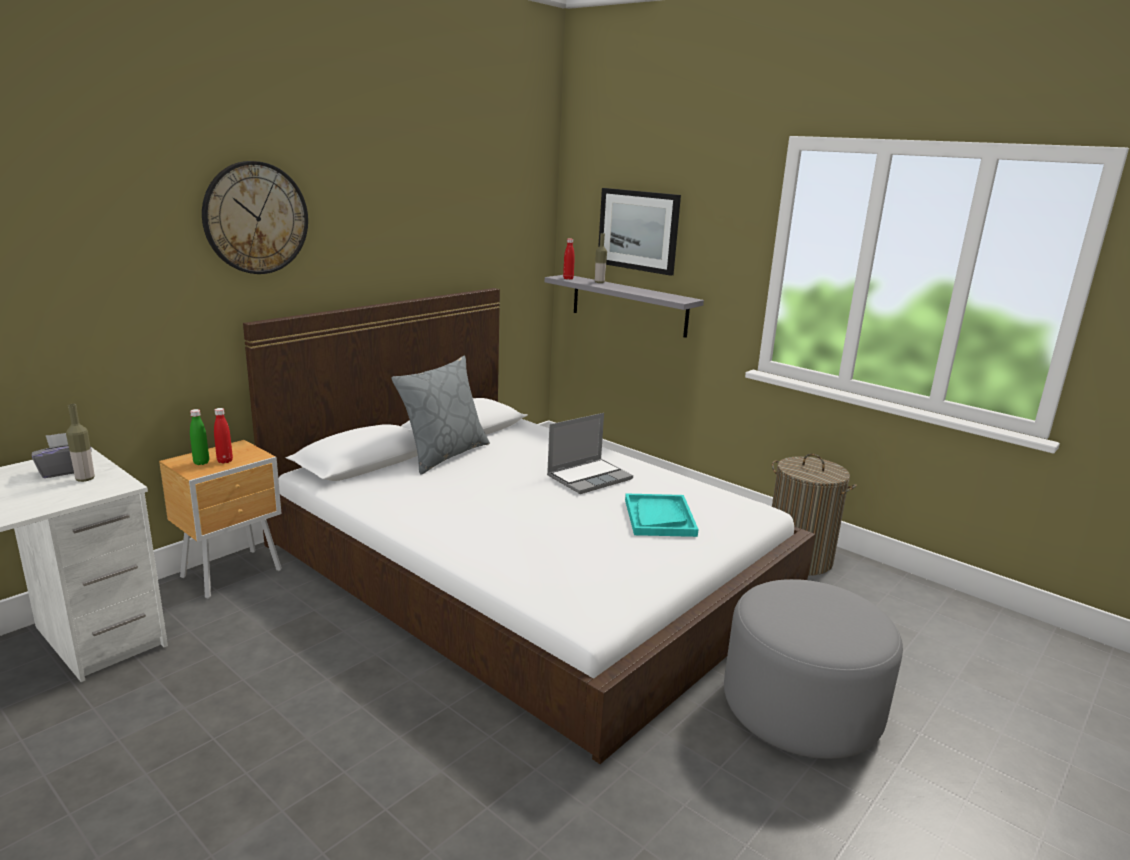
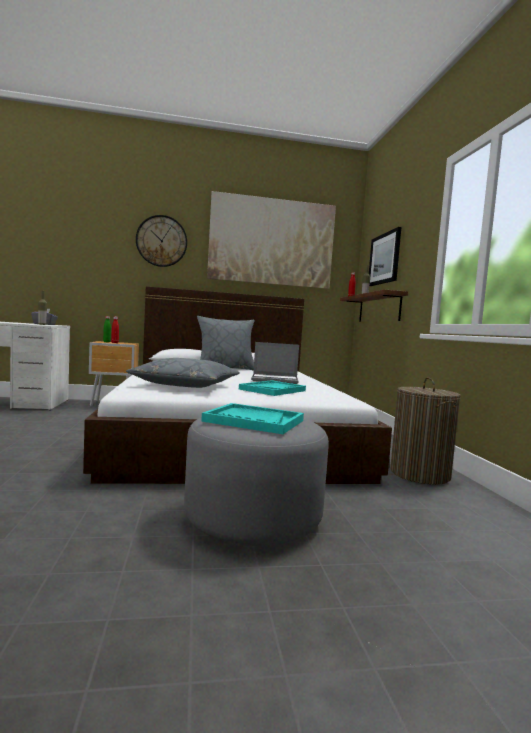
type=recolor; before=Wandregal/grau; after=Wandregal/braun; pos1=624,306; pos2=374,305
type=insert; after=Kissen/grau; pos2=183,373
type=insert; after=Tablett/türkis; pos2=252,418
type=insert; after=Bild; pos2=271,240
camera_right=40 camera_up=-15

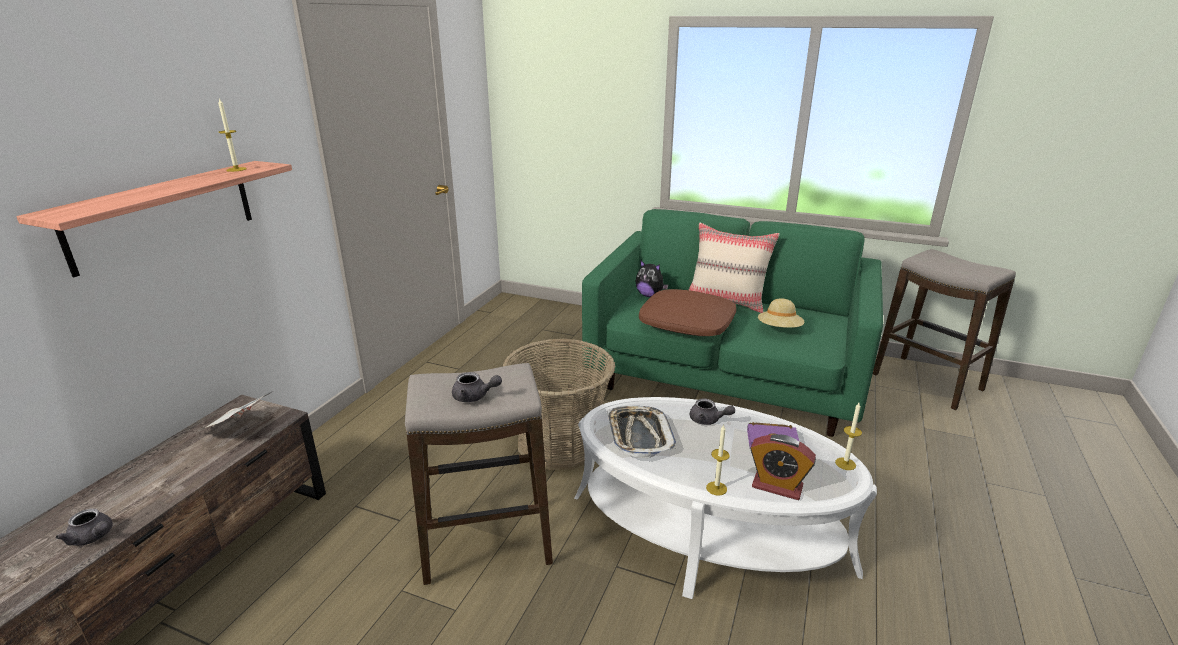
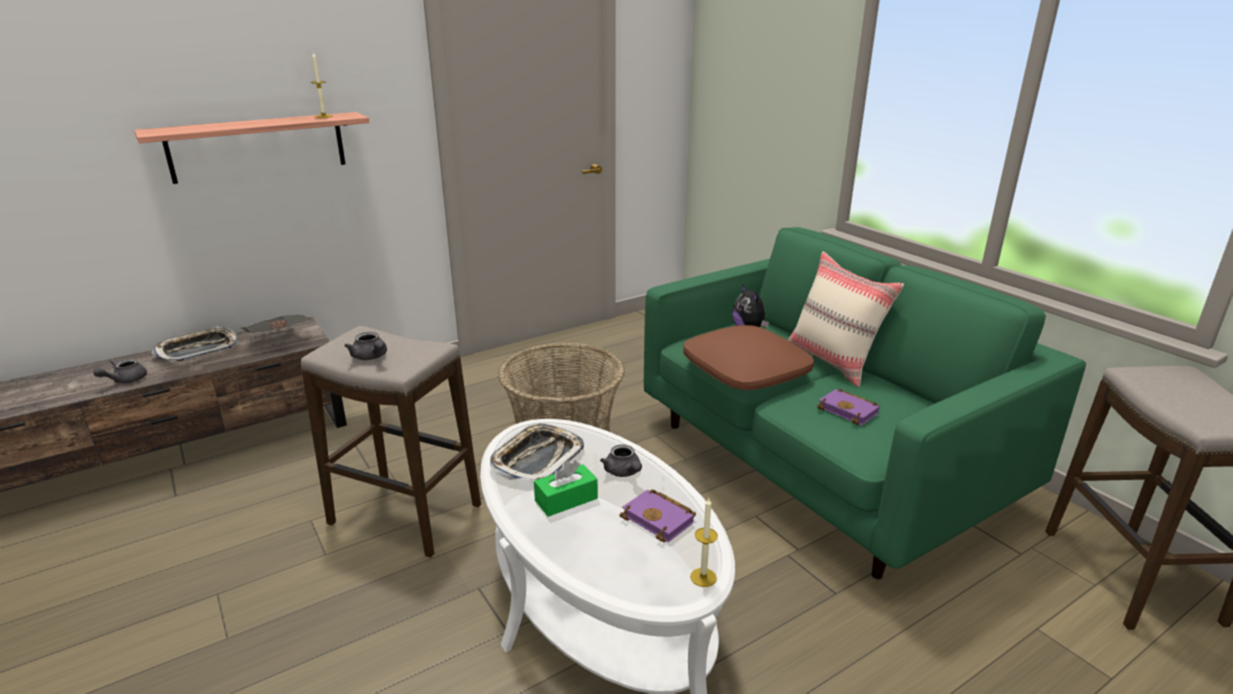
type=rotate; before=Teekanne/grau; pos1=84,527; pos2=120,371; turn=60
type=delete; before=Kerze; pos1=718,460
type=delete; before=Wecker; pos1=783,467
type=replace; before=Hut/beige; after=Buch/lila; pos1=781,313; pos2=848,407
type=insert; after=Tablett; pos2=195,344
type=insert; after=Taschentuchbox/grün; pos2=566,488
camera_right=35 camera_up=0

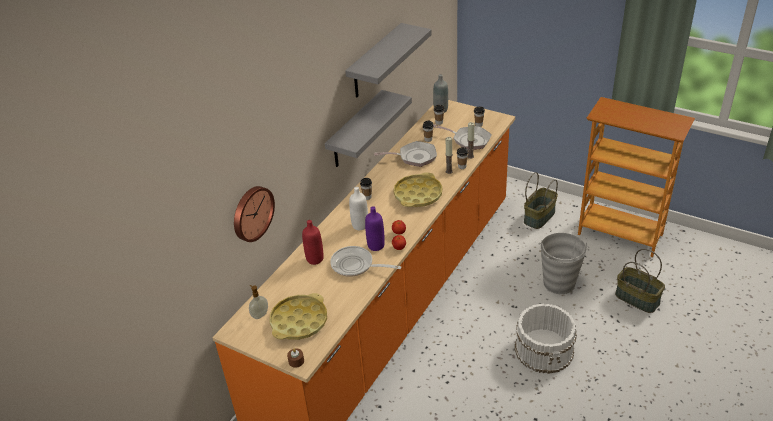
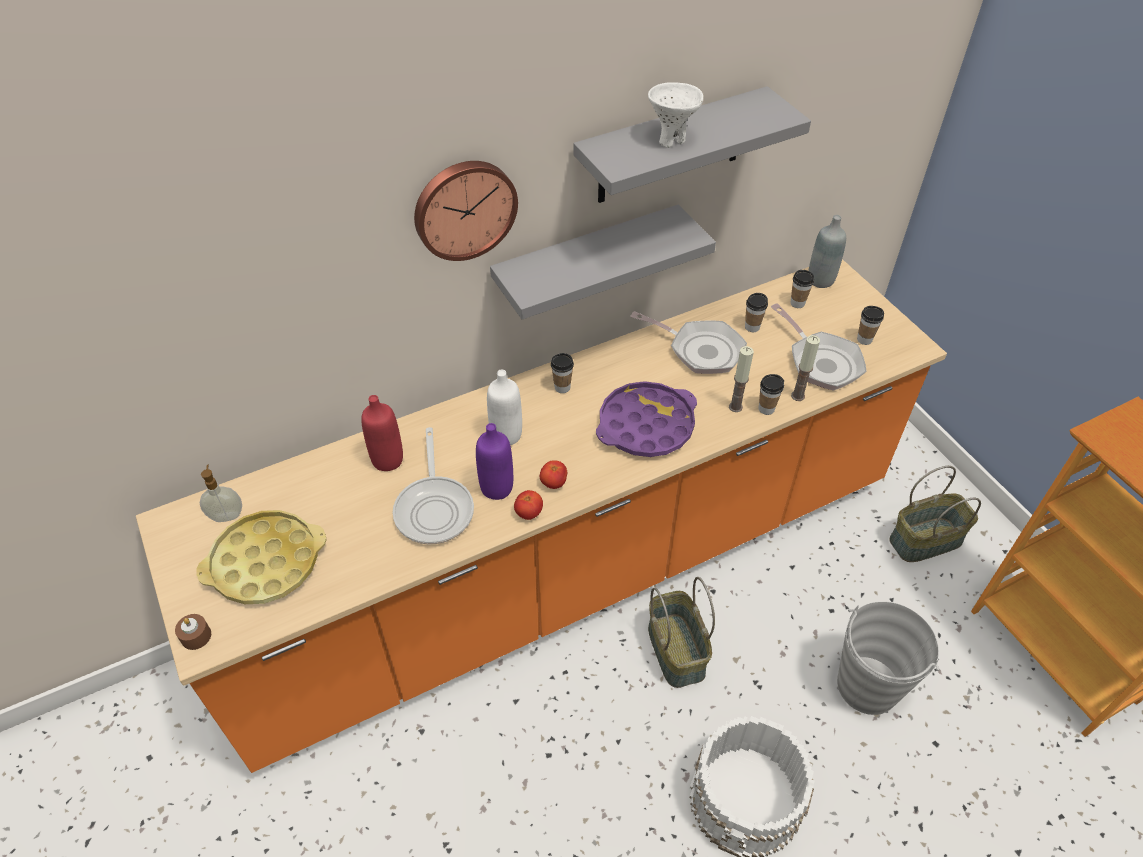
type=move; before=Wanduhr; pos1=254,214; pos2=466,211
type=rotate; before=Pfanne; pos1=365,261; pos2=433,485; turn=-150
type=recolor; before=Tablett/gelb; after=Tablett/lila; pos1=418,189; pos2=646,419
type=move; before=Korb; pos1=640,281; pos2=681,632
type=insert; after=Schüssel/weiß; pos2=675,114
camera_right=30 camera_up=10

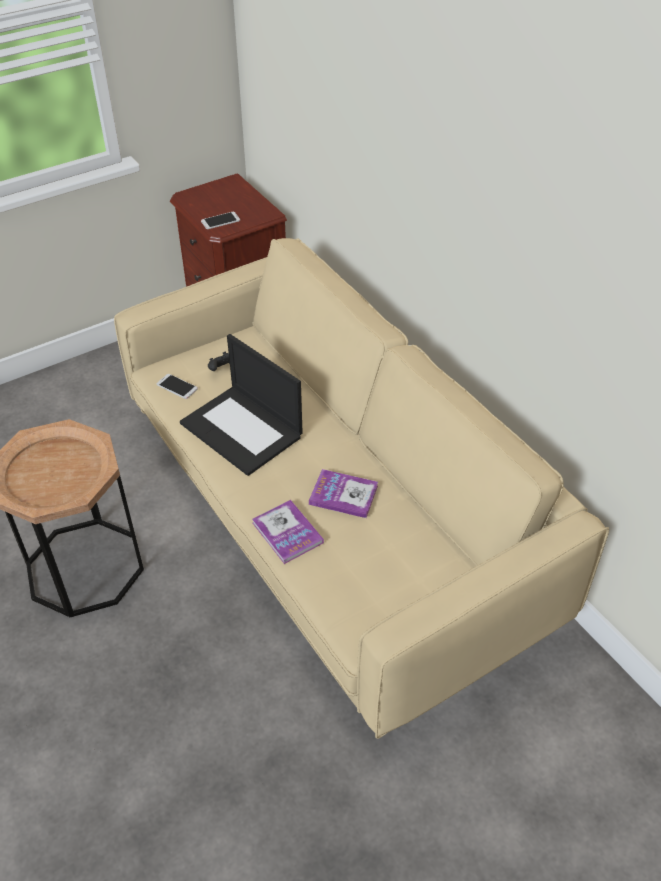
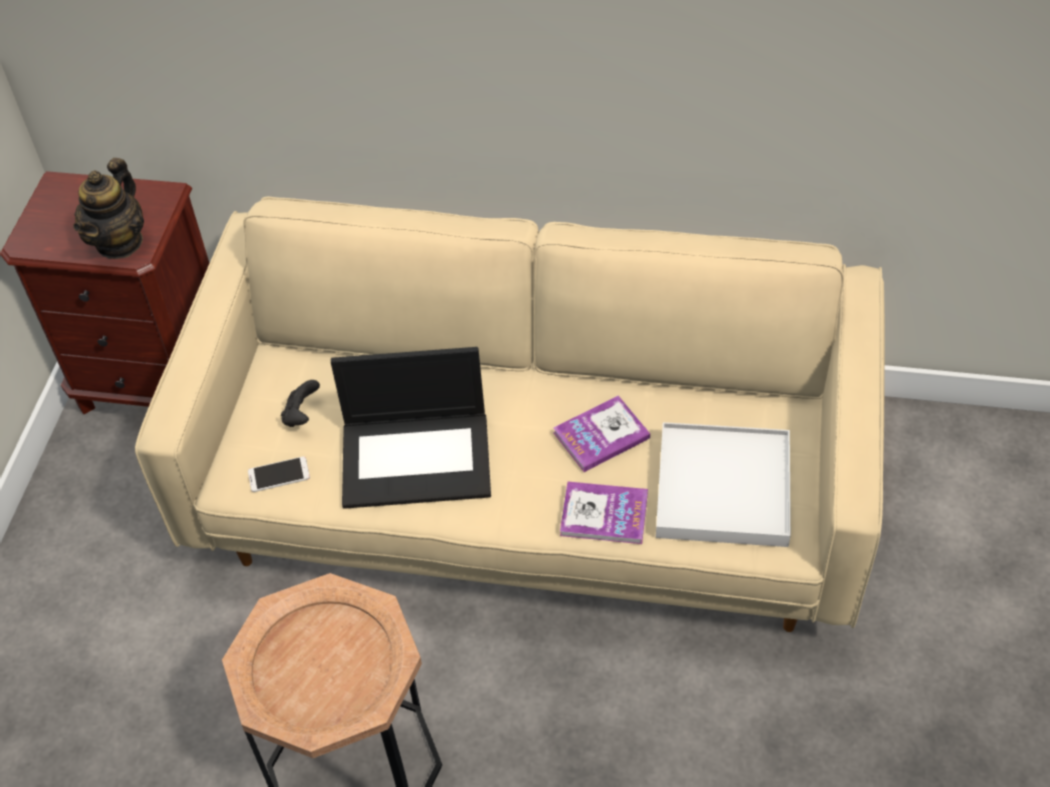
type=replace; before=Handy; after=Teekanne; pos1=220,220; pos2=108,208
type=insert; after=Tablett/weiß; pos2=723,484
camera_right=-45 camera_up=5

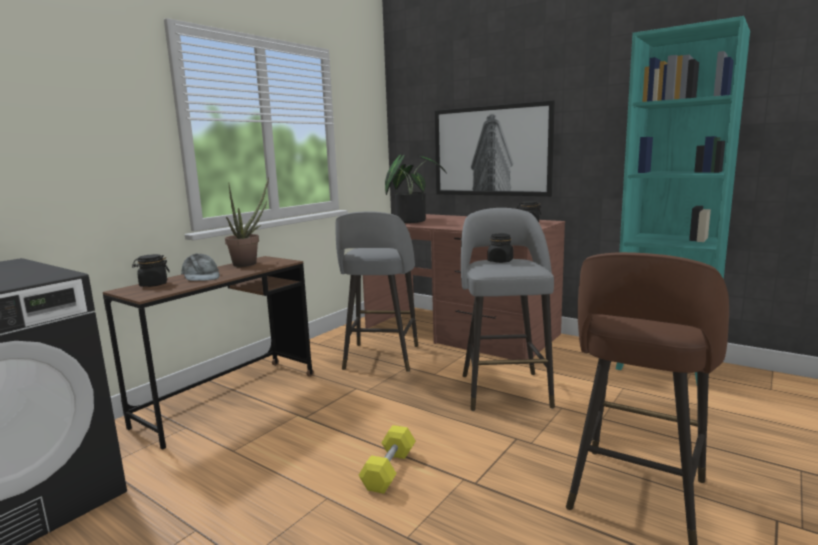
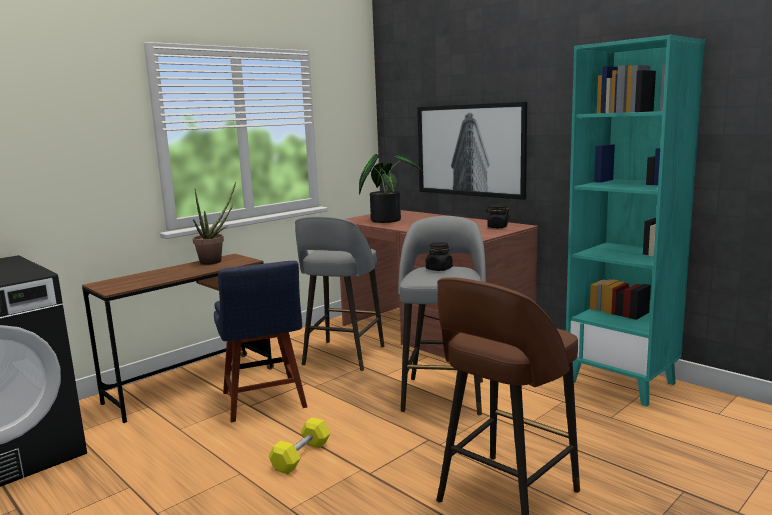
type=delete; before=Vorratsglas/schwarz; pos1=151,270
type=delete; before=Kappe/grau; pos1=200,267
type=insert; after=Stuhl/blau; pos2=260,341
camera_right=10 camera_up=0

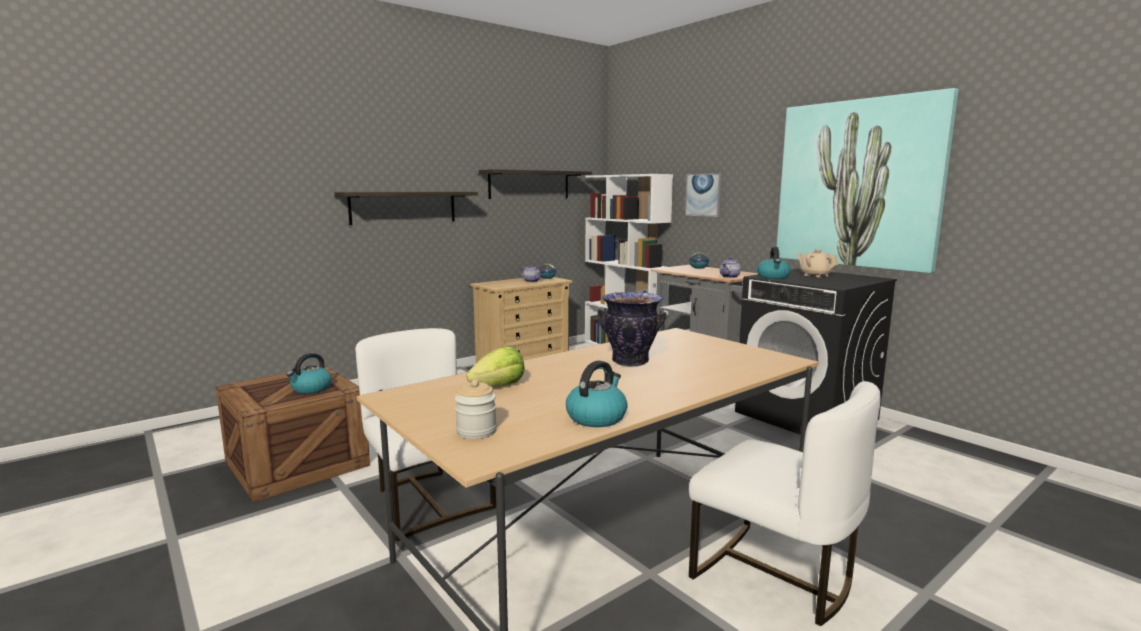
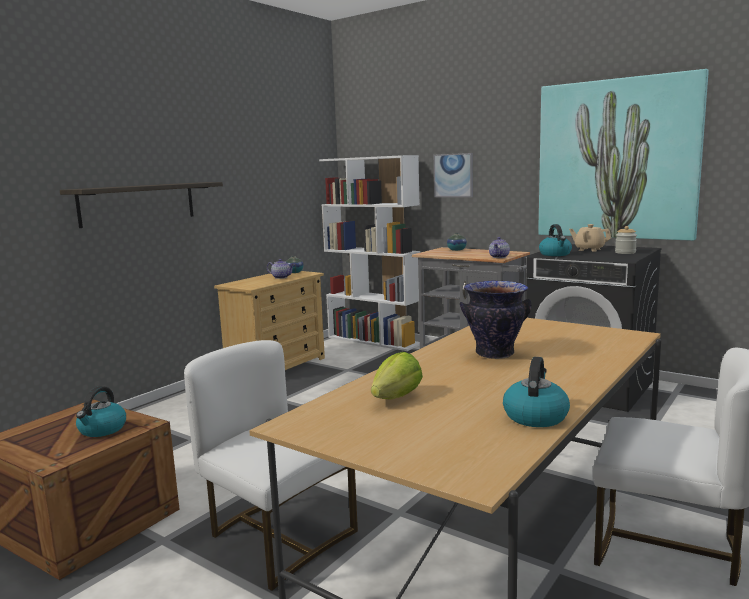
type=move; before=Vorratsglas; pos1=476,409; pos2=626,240
type=delete; before=Wandregal; pos1=535,184
camera_right=-15 camera_up=0

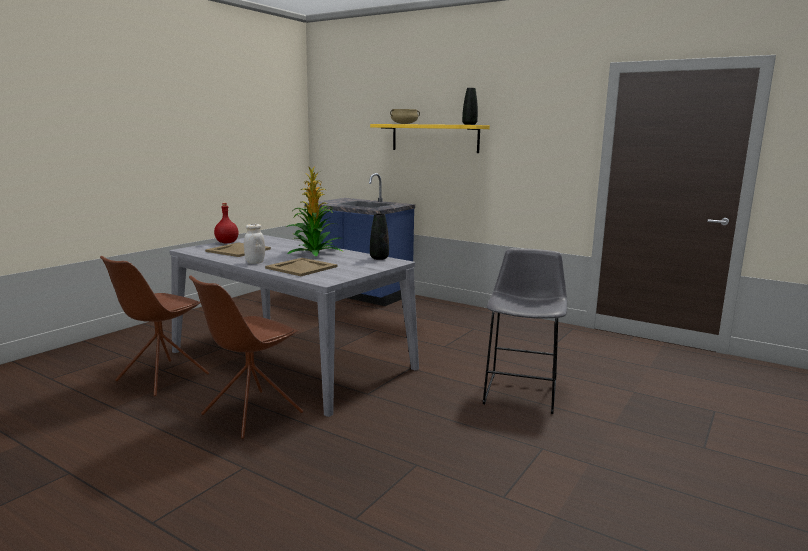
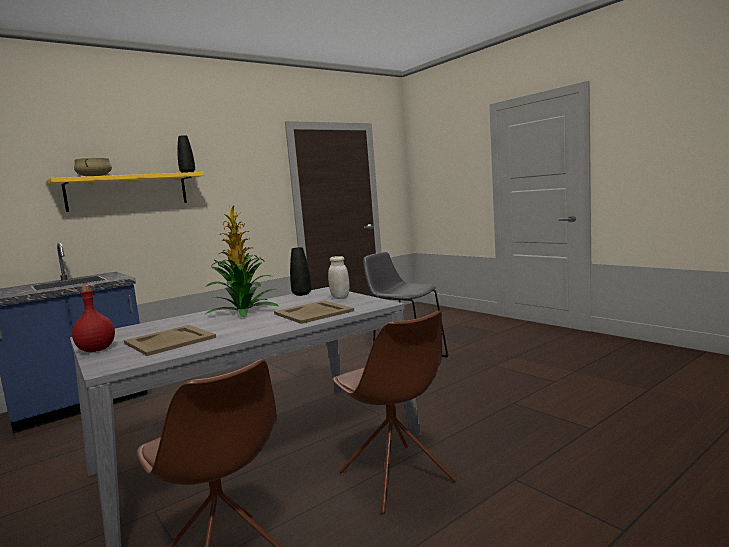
type=move; before=Vorratsglas/weiß; pos1=254,244; pos2=339,277
camera_right=-70 camera_up=-5

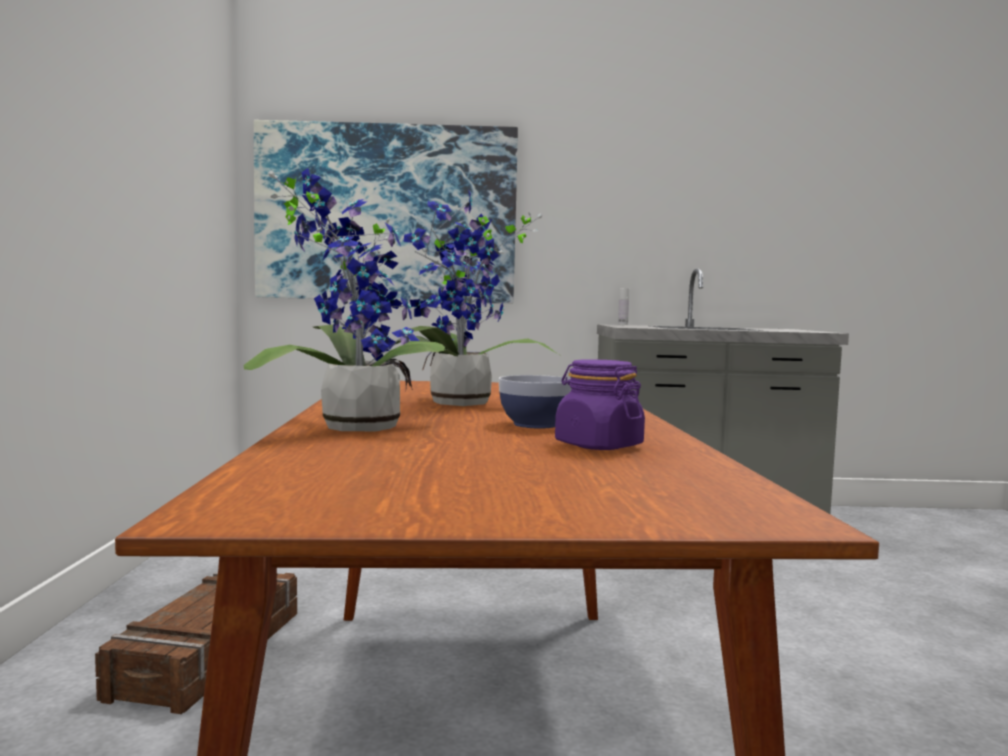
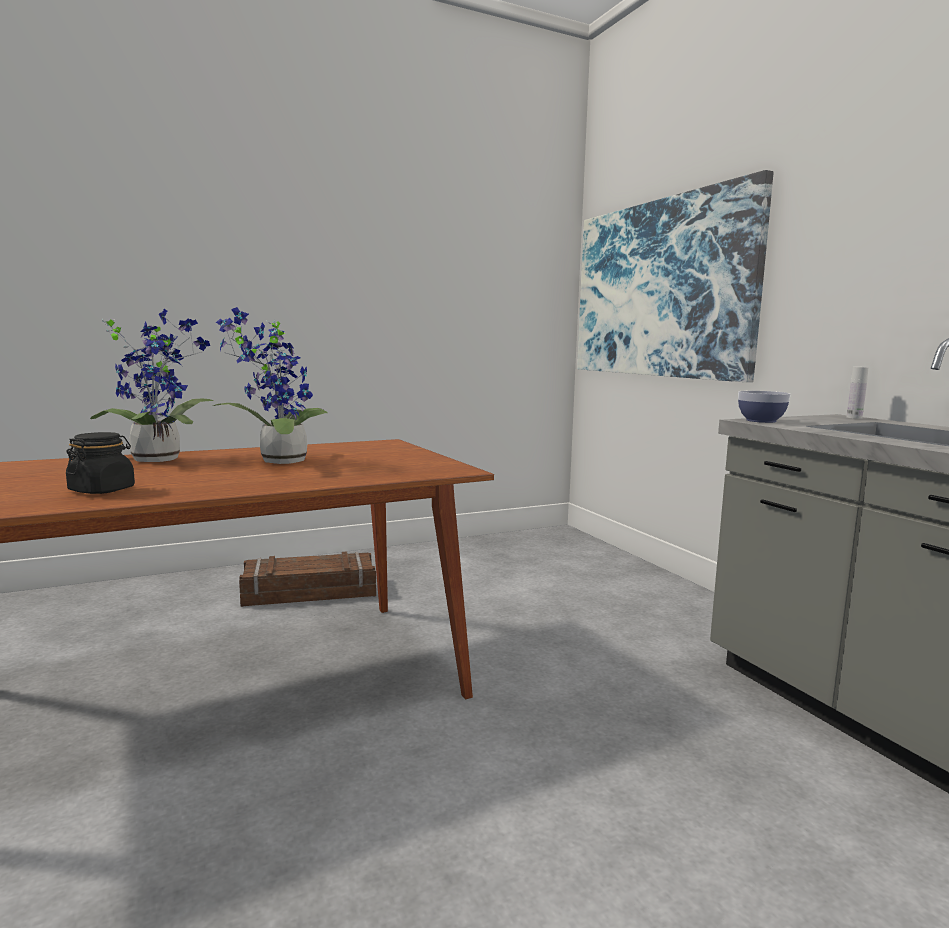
type=move; before=Schüssel; pos1=535,401; pos2=764,407
type=recolor; before=Vorratsglas/lila; after=Vorratsglas/schwarz; pos1=600,404; pos2=100,463
camera_right=65 camera_up=5

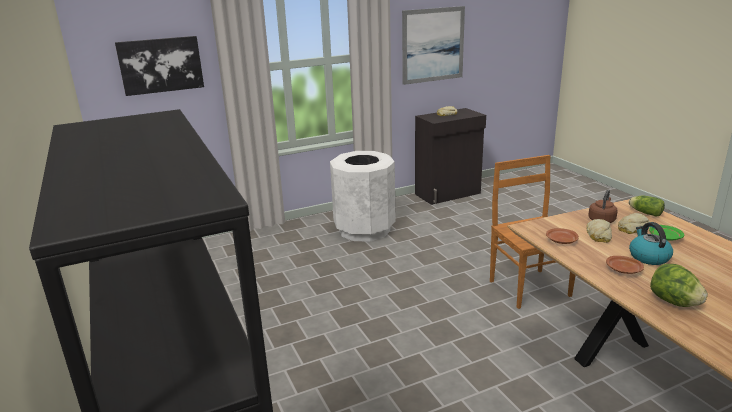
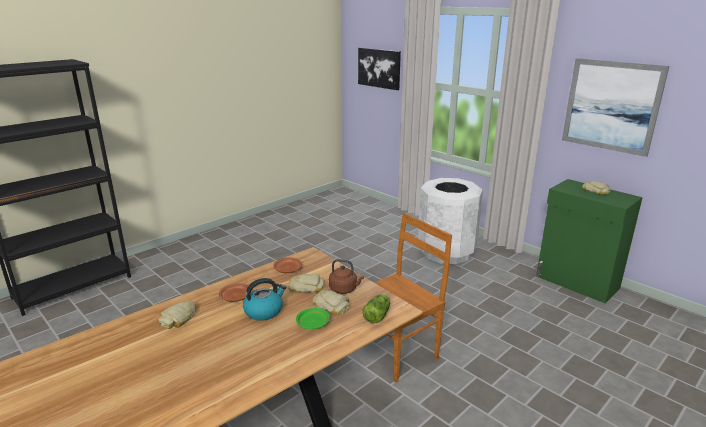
type=recolor; before=Schrank/schwarz; after=Schrank/grün; pos1=450,156; pos2=589,241
type=replace; before=Salatkopf; after=Brot; pos1=679,285; pos2=177,315
camera_right=70 camera_up=0

